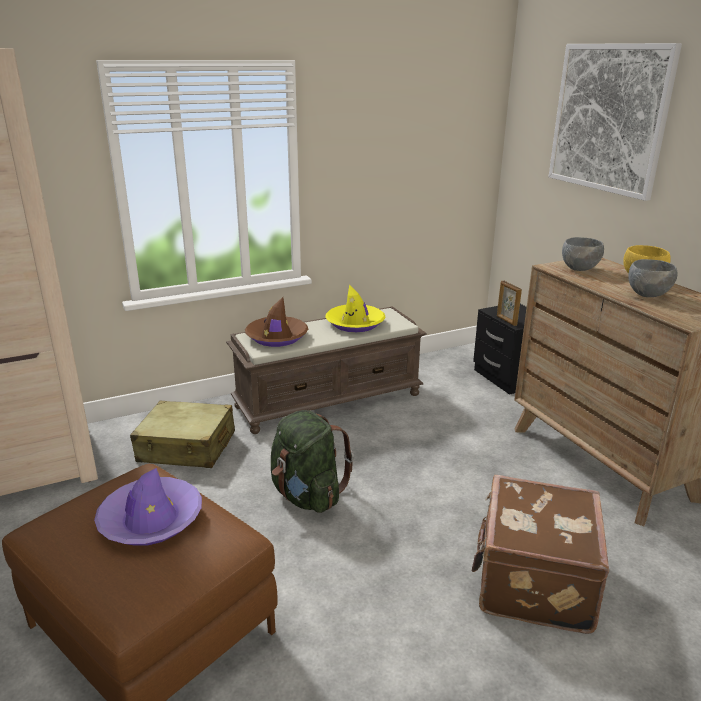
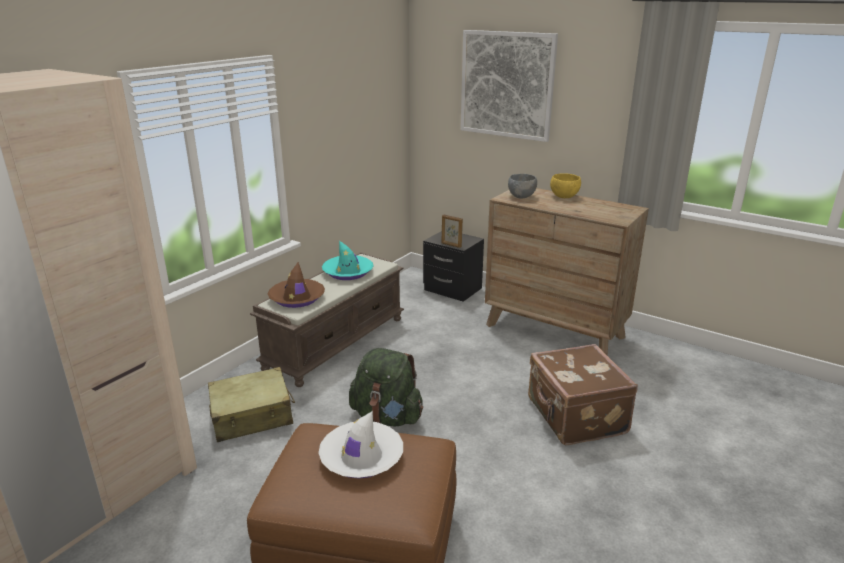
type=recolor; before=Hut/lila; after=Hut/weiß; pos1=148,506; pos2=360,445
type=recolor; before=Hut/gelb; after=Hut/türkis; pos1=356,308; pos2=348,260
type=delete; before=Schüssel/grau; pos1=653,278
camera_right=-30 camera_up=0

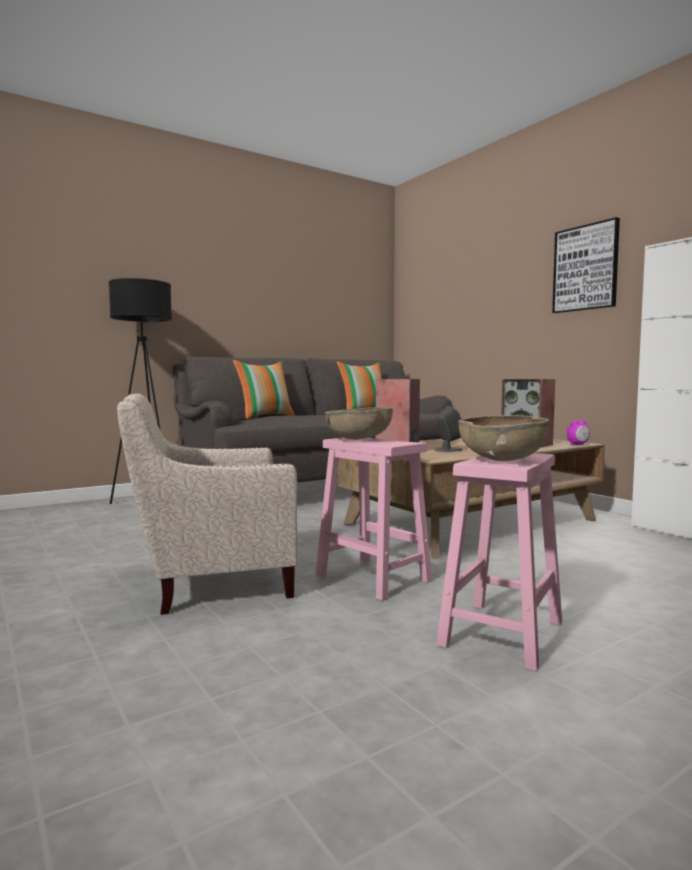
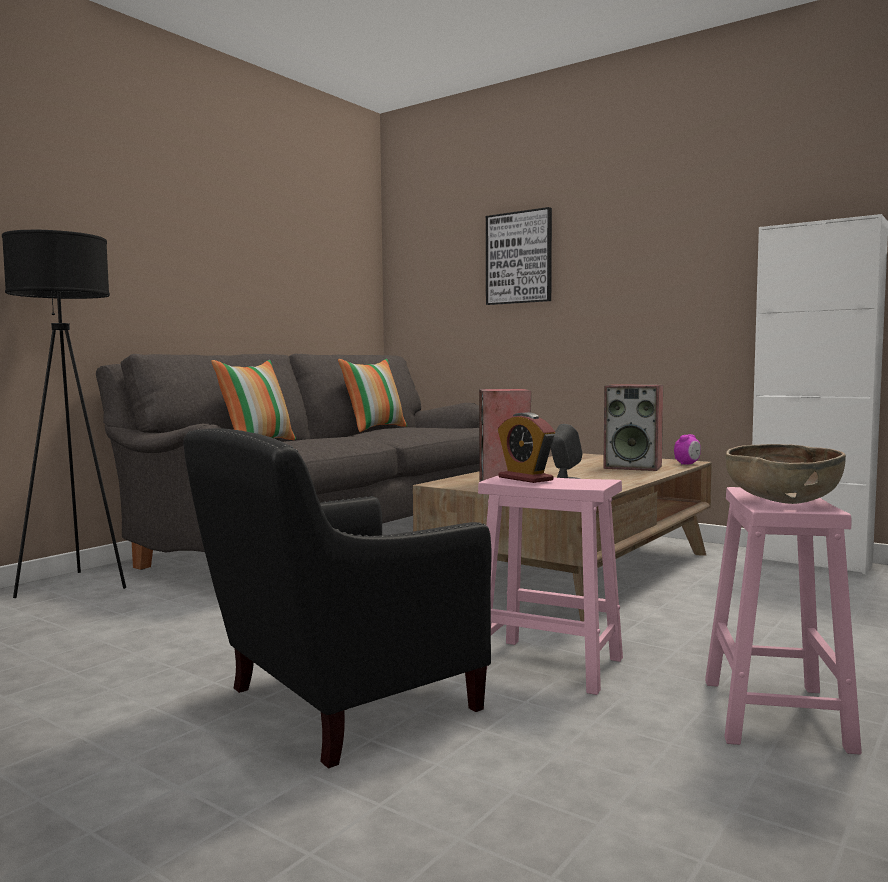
type=recolor; before=Sessel/beige; after=Sessel/schwarz; pos1=207,504; pos2=337,598
type=replace; before=Schüssel/braun; after=Wecker; pos1=359,423; pos2=526,447
type=move; before=Bild; pos1=586,265; pos2=519,256
camera_right=-20 camera_up=0

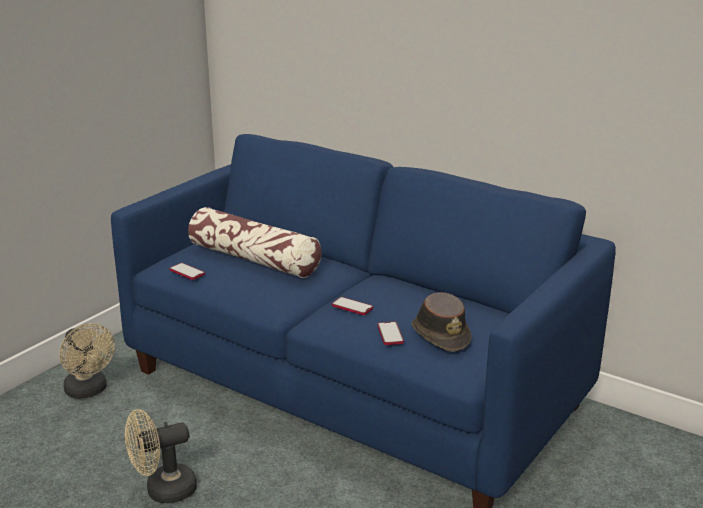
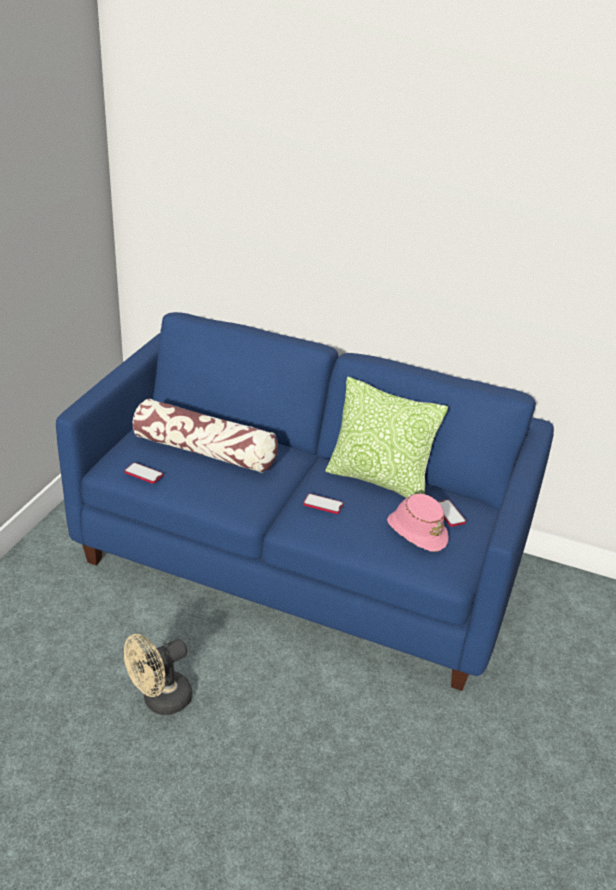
type=delete; before=Ventilator/beige; pos1=87,360
type=move; before=Handy; pos1=390,333; pos2=452,513
type=recolor; before=Hut/braun; after=Hut/rosa; pos1=441,322; pos2=418,523
type=insert; after=Kissen; pos2=386,437
camera_right=-15 camera_up=10

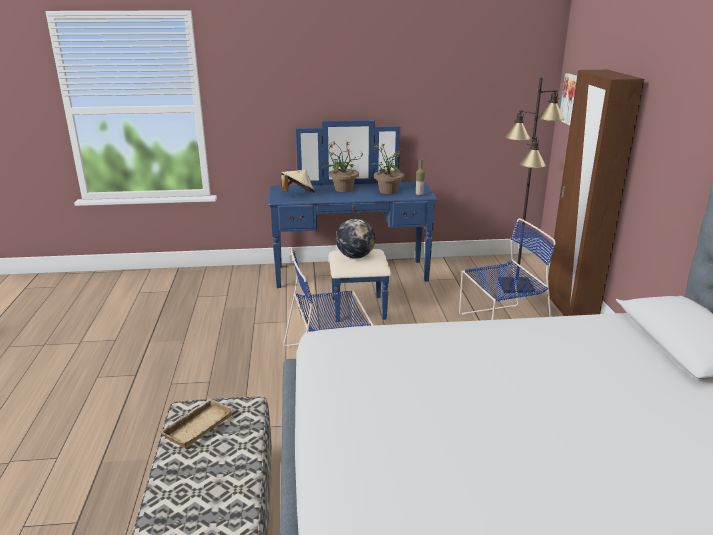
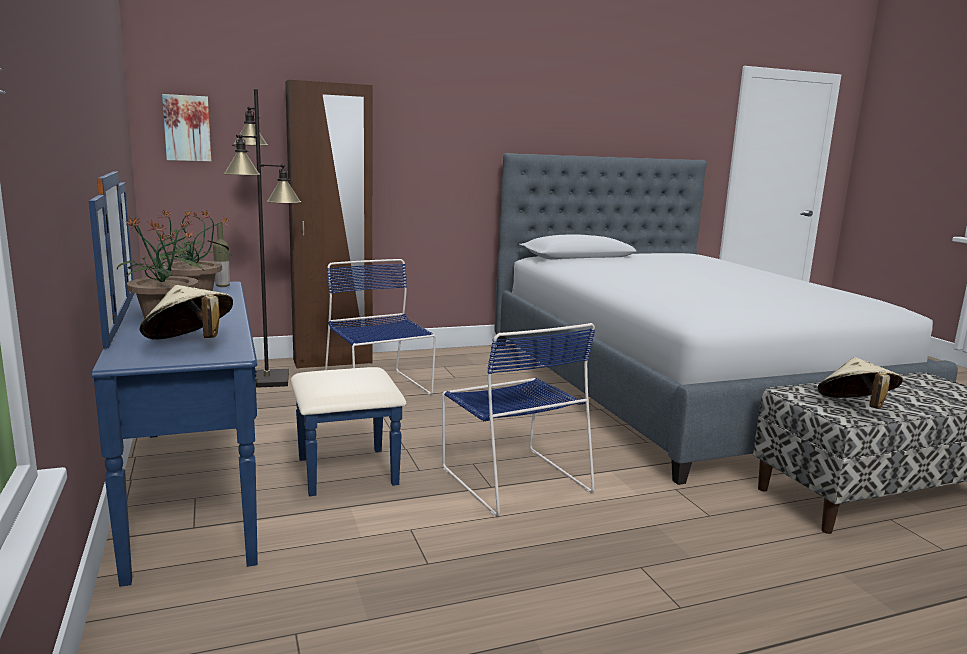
type=replace; before=Tablett/beige; after=Hut/beige; pos1=196,423; pos2=860,383
type=delete; before=Globus; pos1=355,239
camera_right=-105 camera_up=-10

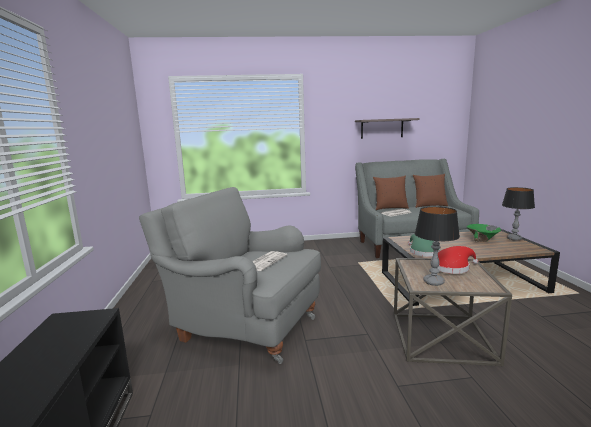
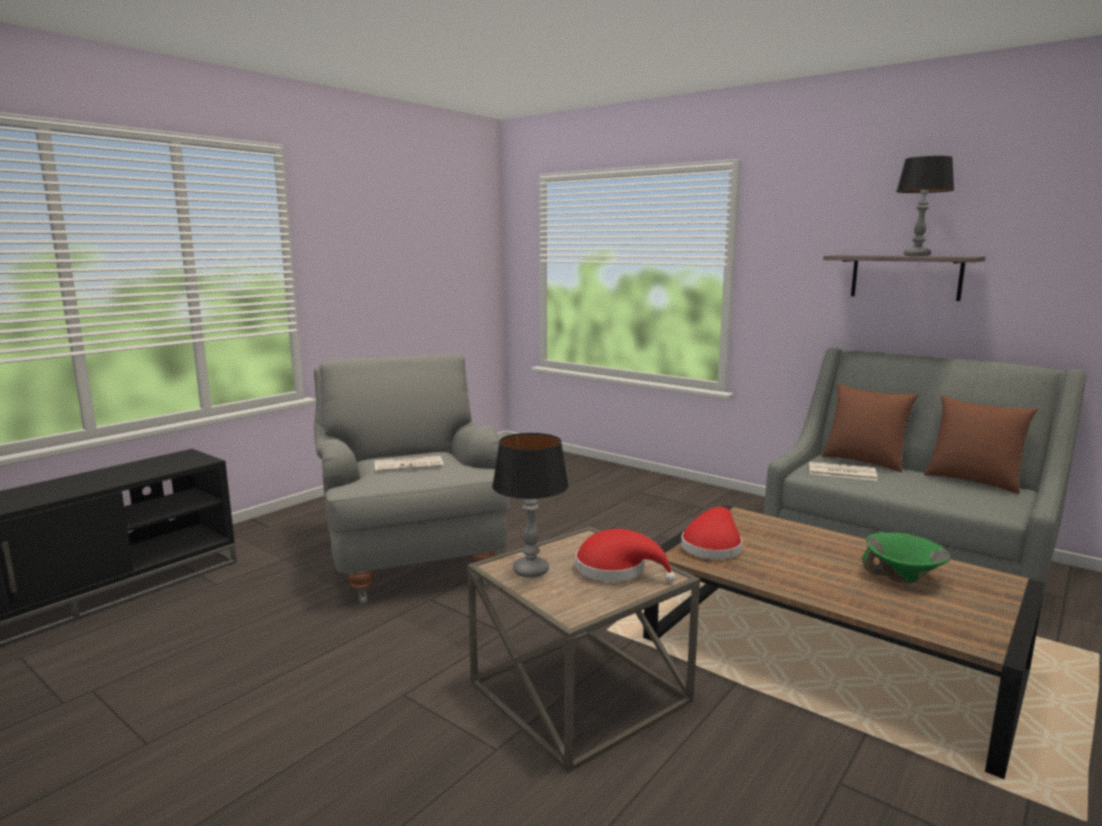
type=recolor; before=Hut/grün; after=Hut/rot; pos1=424,245; pos2=711,533
type=move; before=Tischlampe; pos1=518,214; pos2=925,206
camera_right=45 camera_up=0

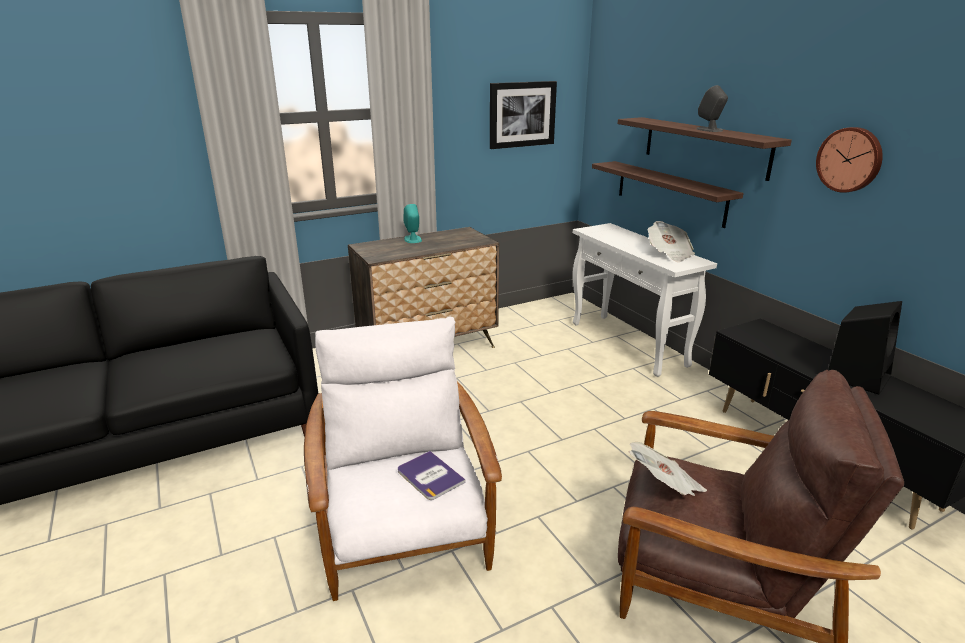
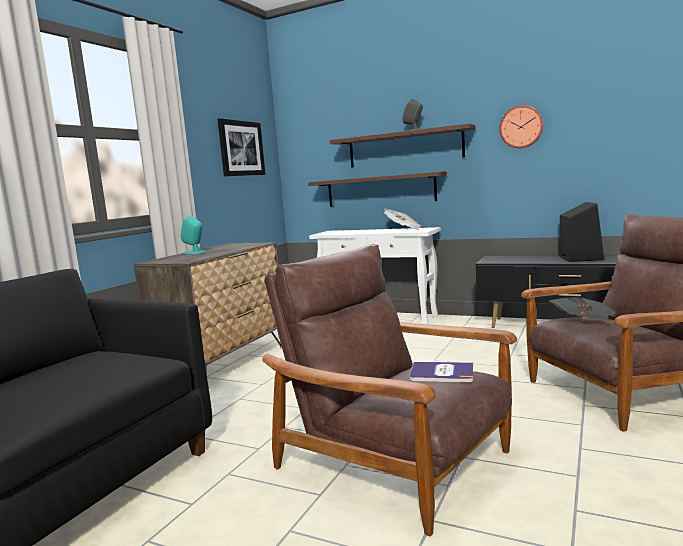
type=recolor; before=Sessel/weiß; after=Sessel/braun; pos1=403,459; pos2=389,390
camera_right=-35 camera_up=-15

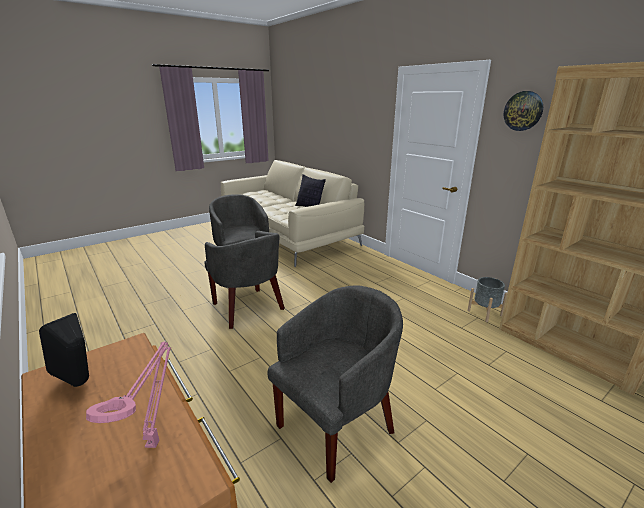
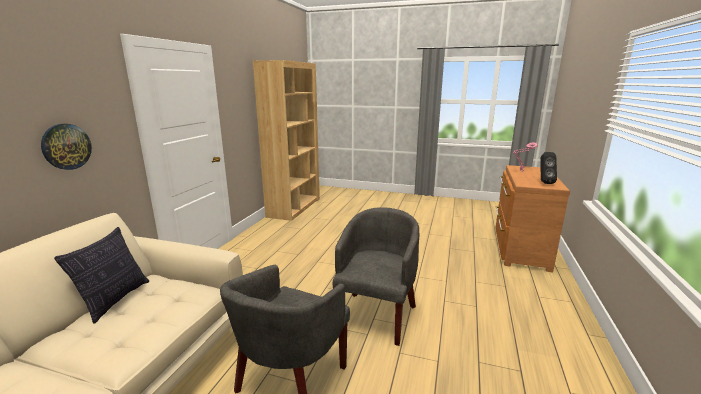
type=delete; before=Sessel/grau; pos1=335,384
type=delete; before=Pflanzkübel/grau; pos1=487,299
type=move; before=Wanduhr; pos1=523,111; pos2=66,147
camera_right=-125 camera_up=-5

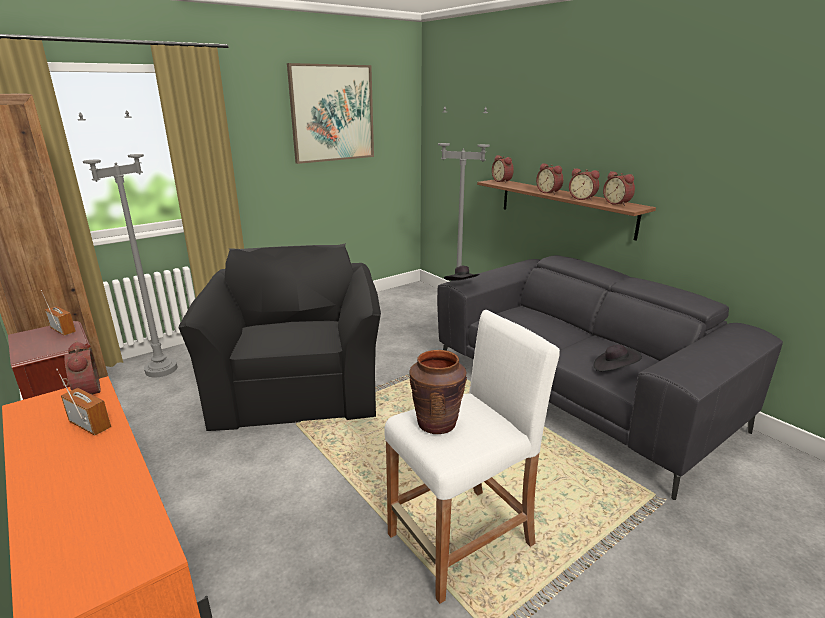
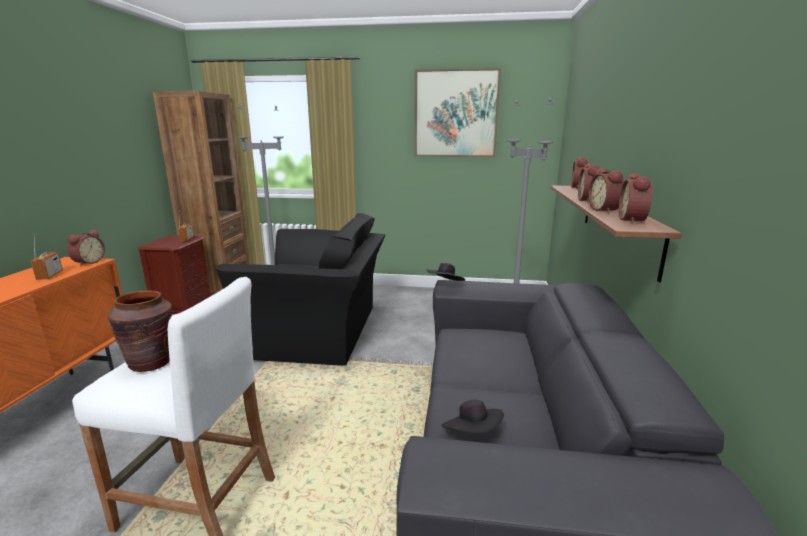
type=rotate; before=Sessel/schwarz; pos1=280,337; pos2=300,289; turn=60
camera_right=45 camera_up=-5

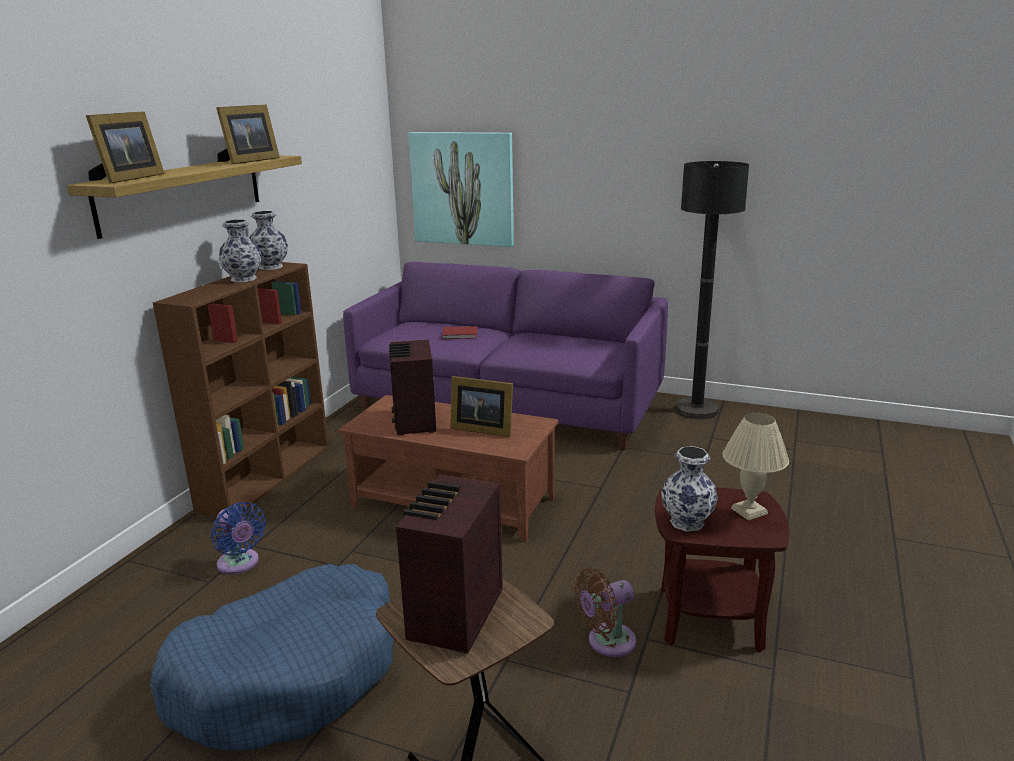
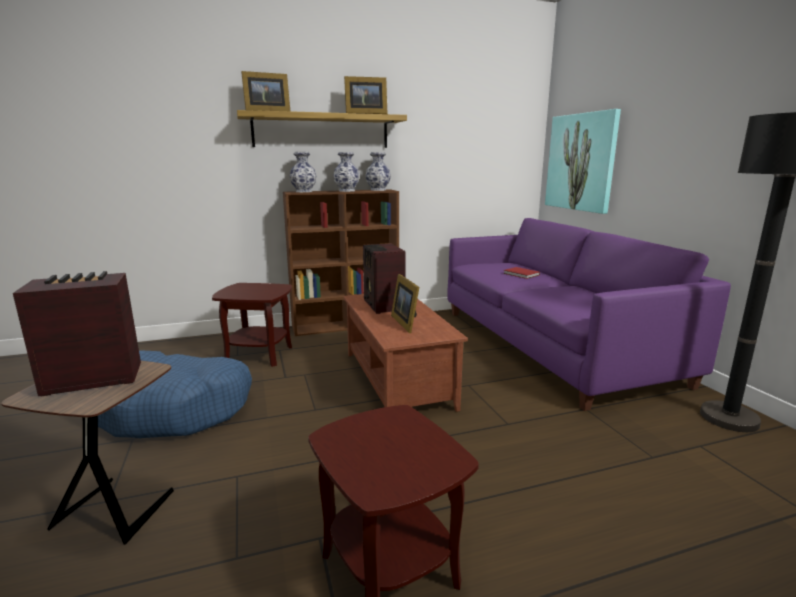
type=replace; before=Ventilator/blau; after=Beistelltisch/braun; pos1=238,538; pos2=252,325
type=rotate; before=Radio; pos1=412,387; pos2=384,278; turn=-60
type=delete; before=Ventilator/braun; pos1=605,612
type=move; before=Vase; pos1=689,489; pos2=303,172
type=delete; before=Tischlampe/beige; pos1=755,467
camera_right=50 camera_up=-5

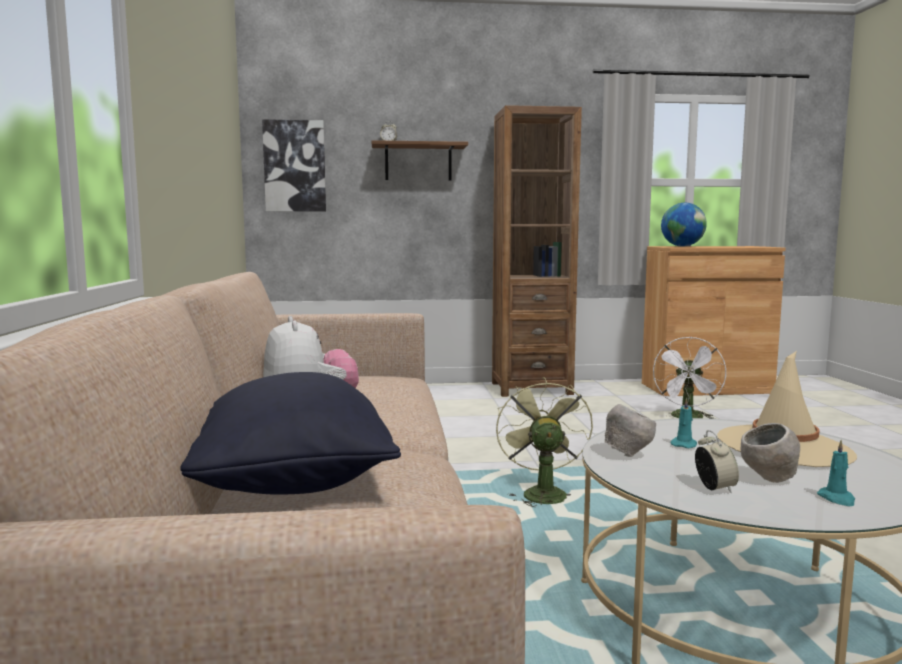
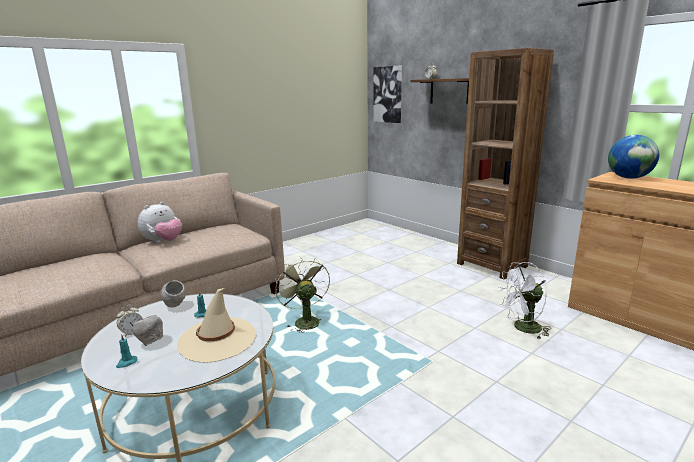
type=delete; before=Kissen/schwarz; pos1=290,433
type=rotate; before=Ventilator/grün; pos1=544,442; pos2=302,295; turn=-75
camera_right=55 camera_up=10

